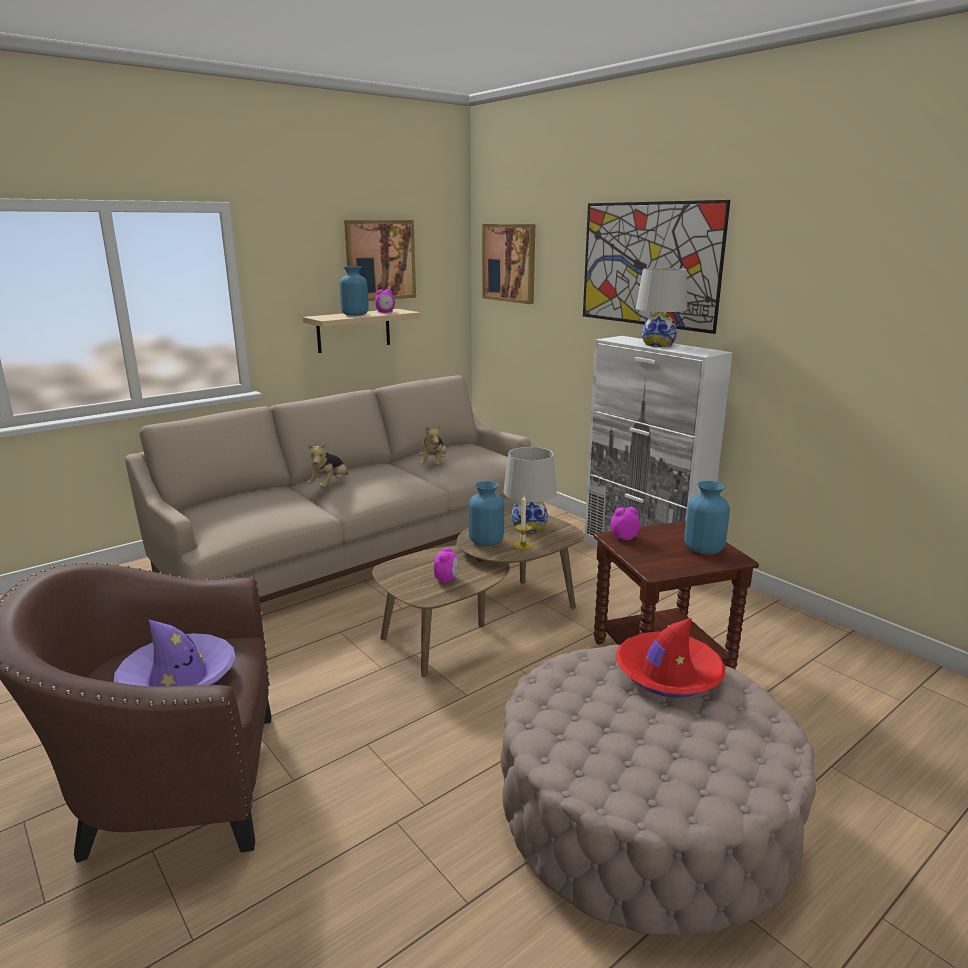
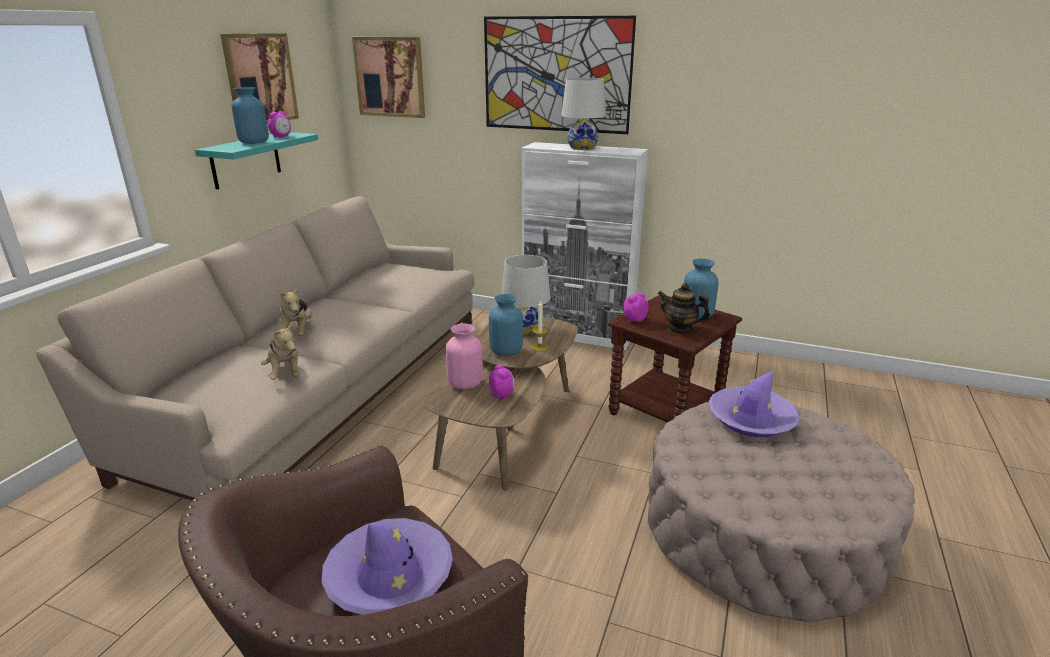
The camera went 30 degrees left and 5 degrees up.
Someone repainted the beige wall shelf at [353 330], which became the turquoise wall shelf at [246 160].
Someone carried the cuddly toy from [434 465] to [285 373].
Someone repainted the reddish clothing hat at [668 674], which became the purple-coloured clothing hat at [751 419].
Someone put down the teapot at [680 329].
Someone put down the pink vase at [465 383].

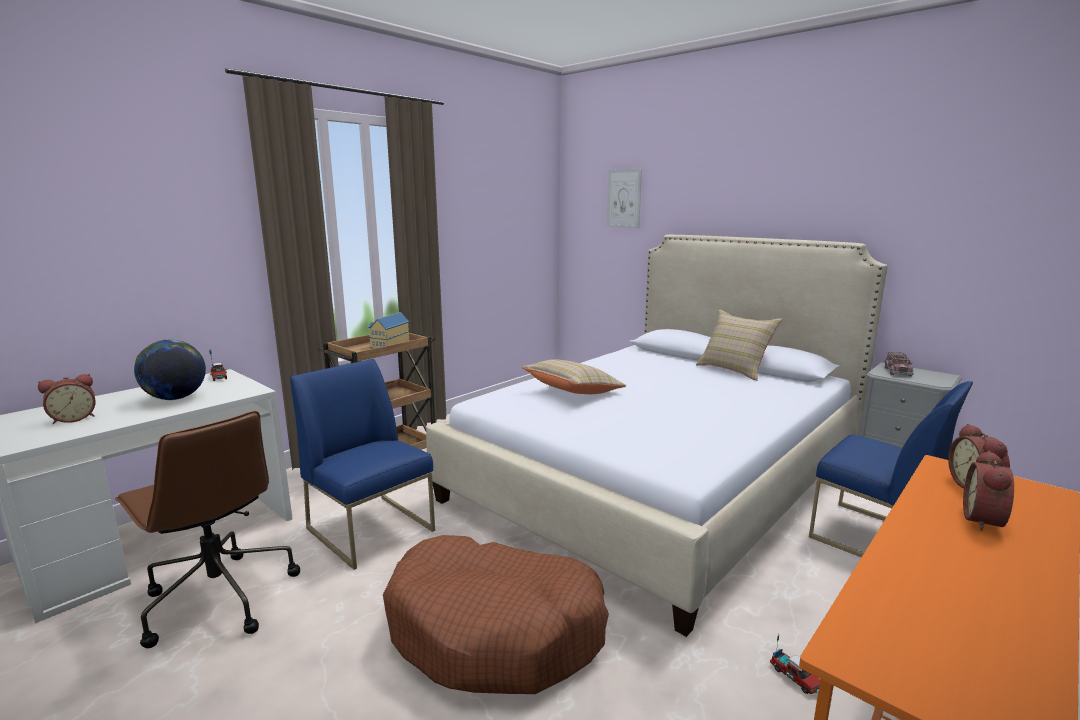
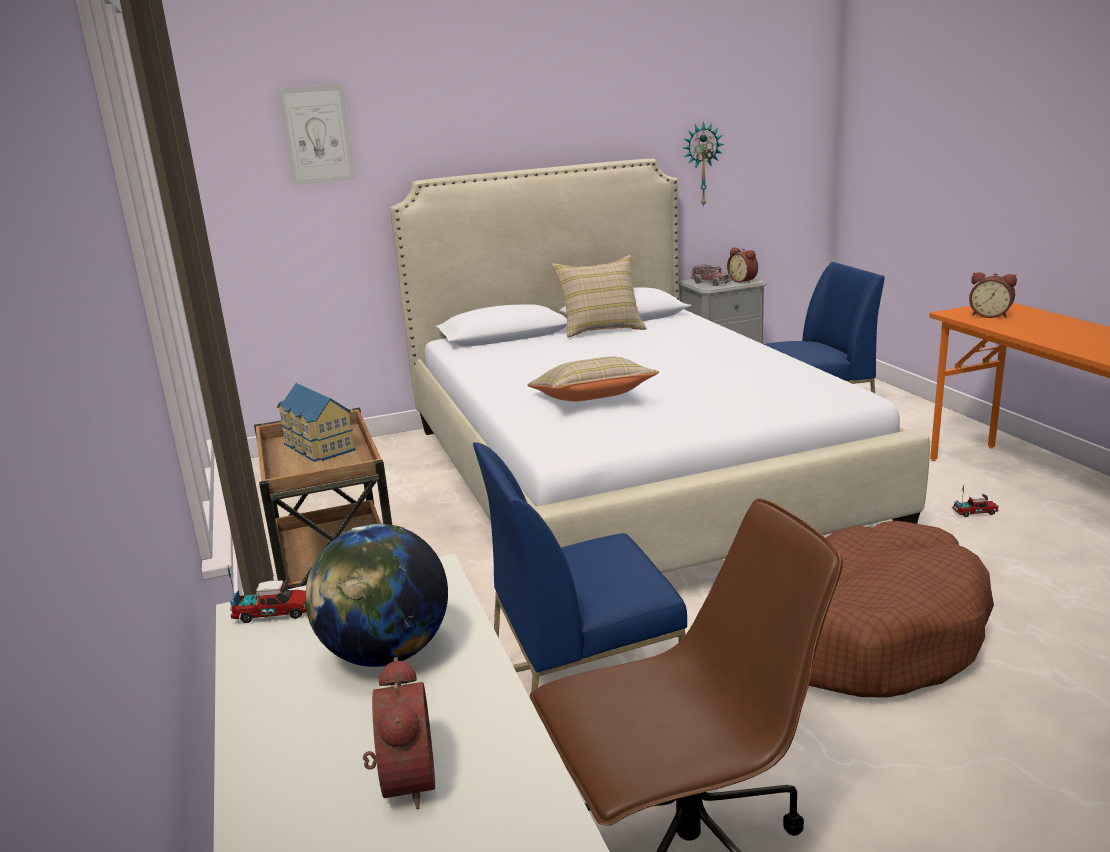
The camera went 60 degrees left and 5 degrees up.
Someone carried the bedside clock from [986 521] to [743 281].
Someone put up the wall clock at [701 164].

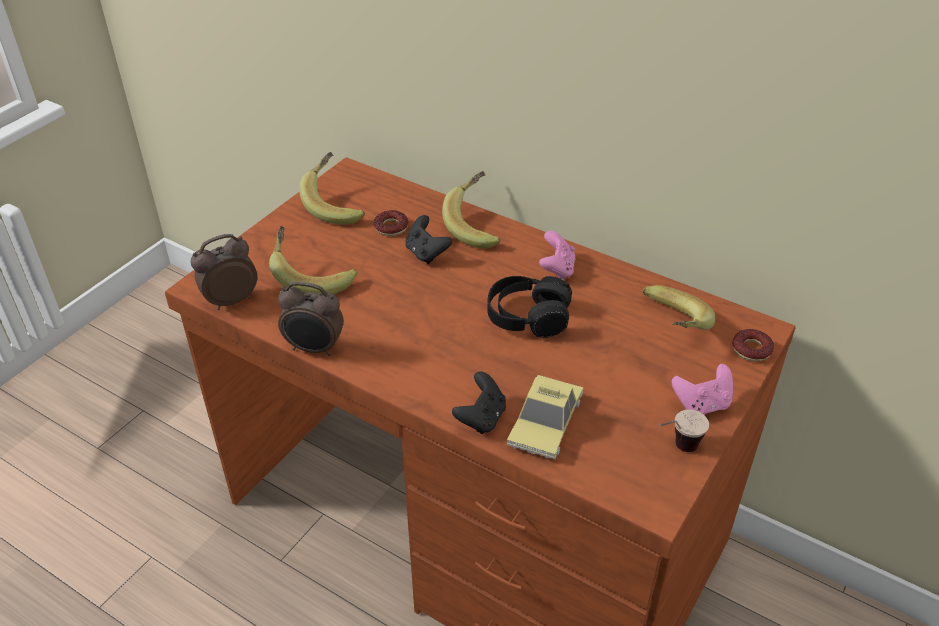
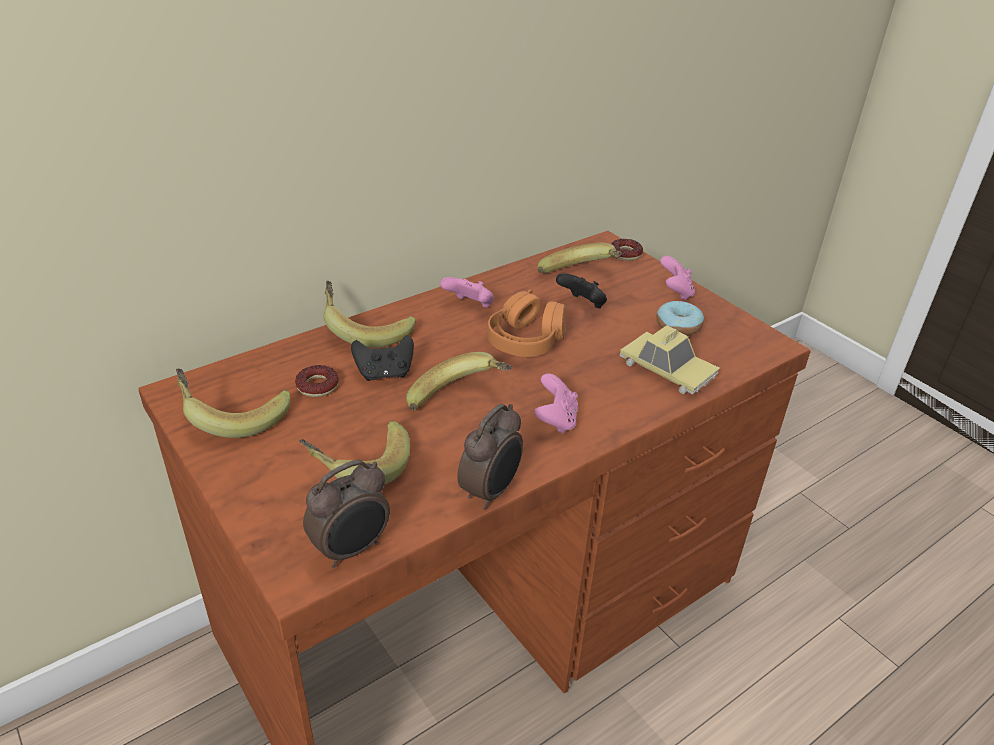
The camera went 70 degrees left and 5 degrees down.
Someone rotated the bedside clock at [230 300] by 120 degrees counterclockwise.
Someone repainted the blackish pair of headphones at [528 317], which became the orange pair of headphones at [526 340].
Someone carried the blackish game controller from [481 418] to [582 305].
Someone took away the cup at [676 449].
Someone put down the ring doughnut at [678 326].
Someone put down the banana at [460 401].
Someone put down the pink game controller at [556 420].

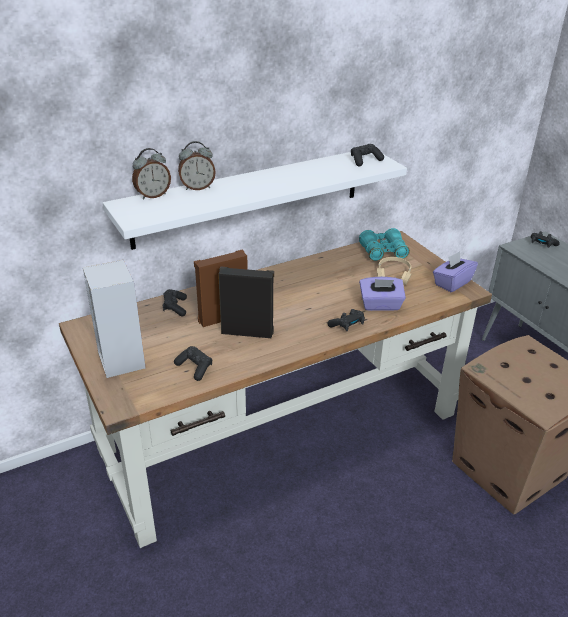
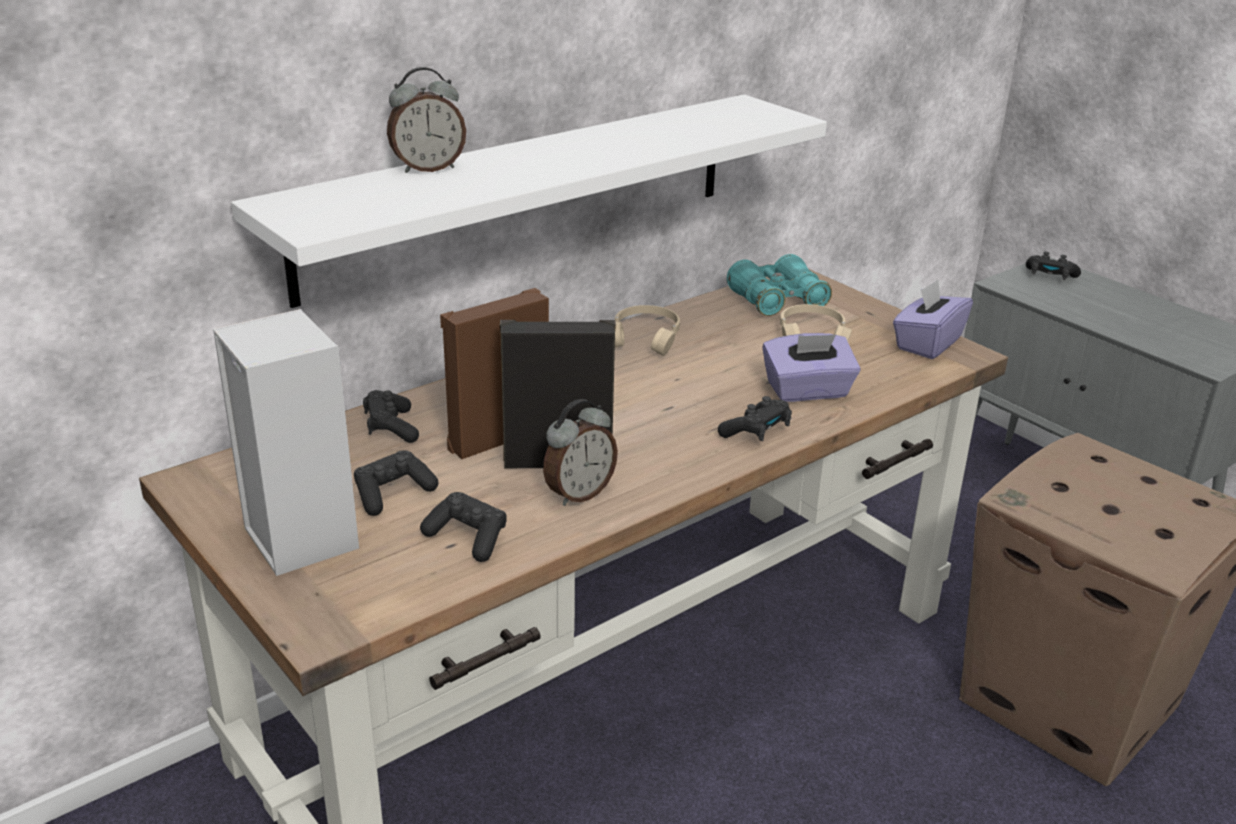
The camera went 10 degrees left and 5 degrees down.
Someone carried the blackish game controller from [365 161] to [392 494].
Someone carried the bedside clock from [153 195] to [578 493].
Someone put down the beige pair of headphones at [645 338].

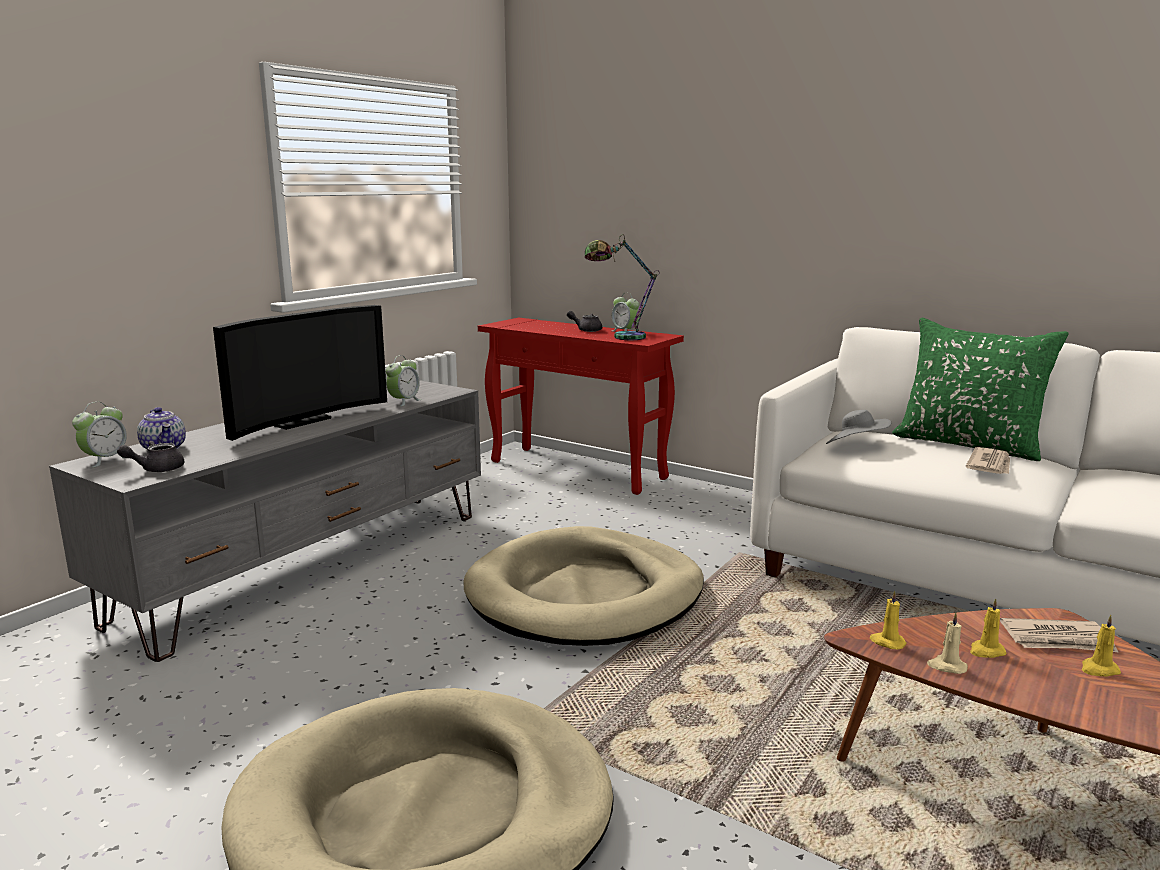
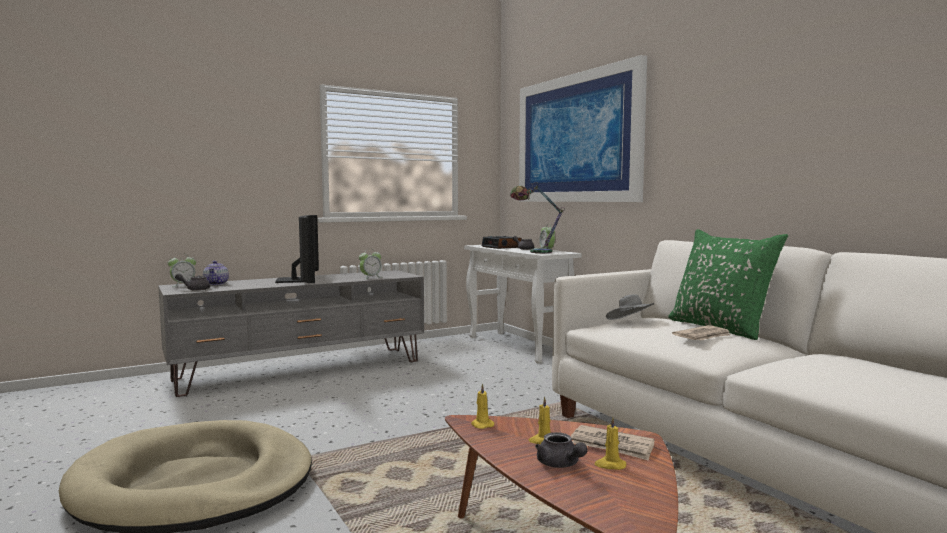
The camera went 25 degrees right and 10 degrees down.
Someone rotated the TV set at [298 421] by 75 degrees counterclockwise.
Someone repainted the reddish console table at [579 470], which became the white-coloured console table at [518 347].
Someone took away the beige dog bed at [585 595].
Someone took away the beige candle at [946 666].
Someone put up the wall picture at [577 139].
Someone put down the bedside clock at [502 247].
Someone put down the greyish teapot at [560 465].

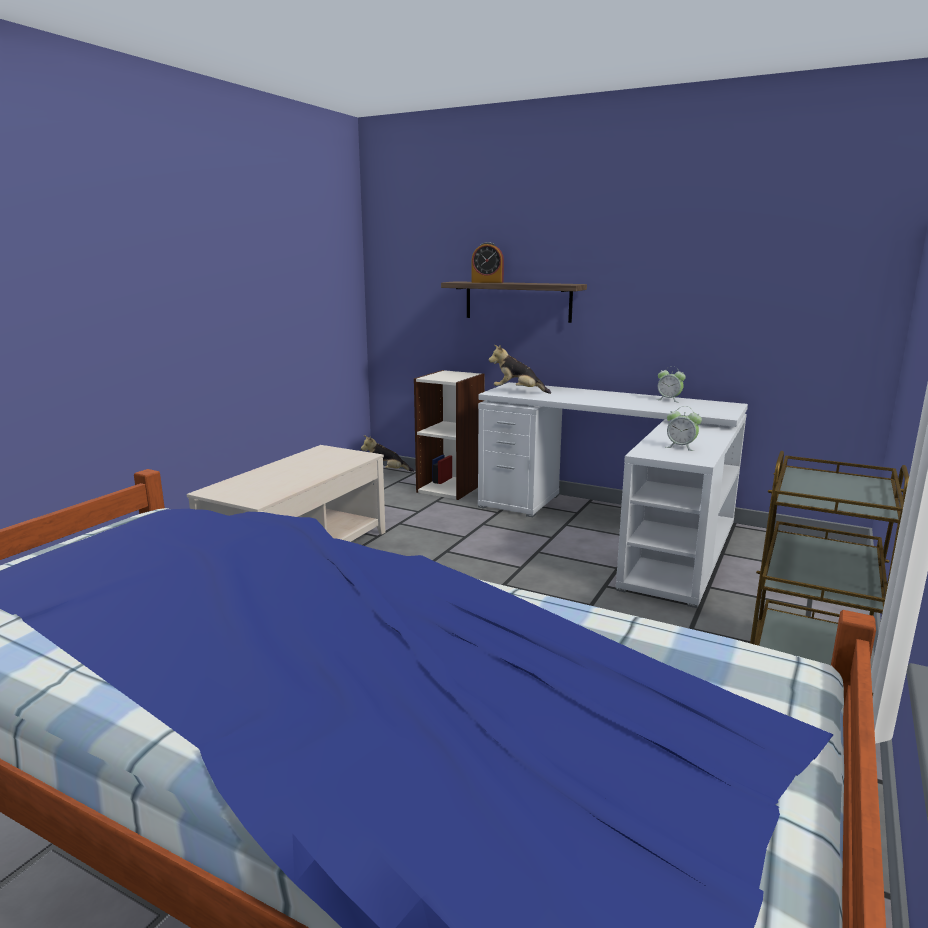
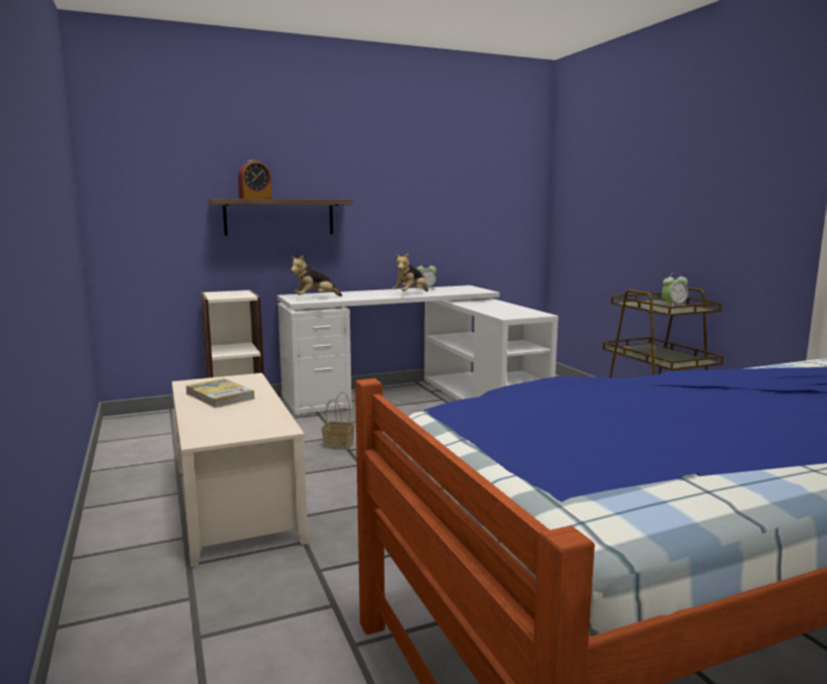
The camera went 50 degrees left and 5 degrees down.
Someone carried the bedside clock from [681 447] to [673 306].
Someone carried the cuddly toy from [386 472] to [411 294].
Someone put down the volume at [219 396].
Someone put down the basket at [339 445].

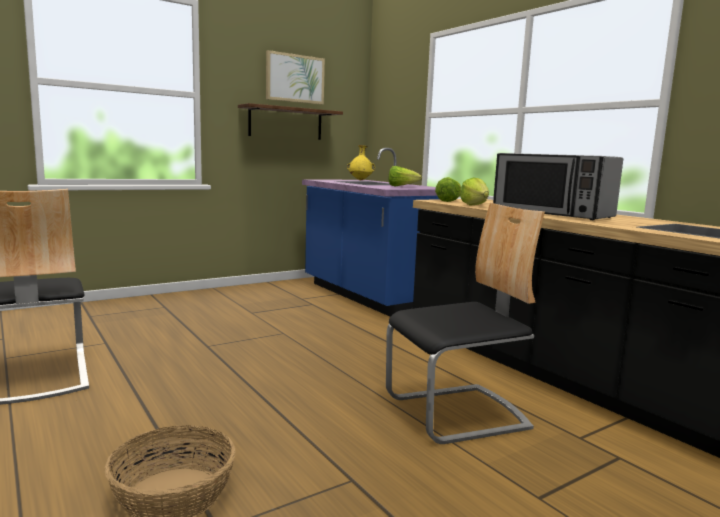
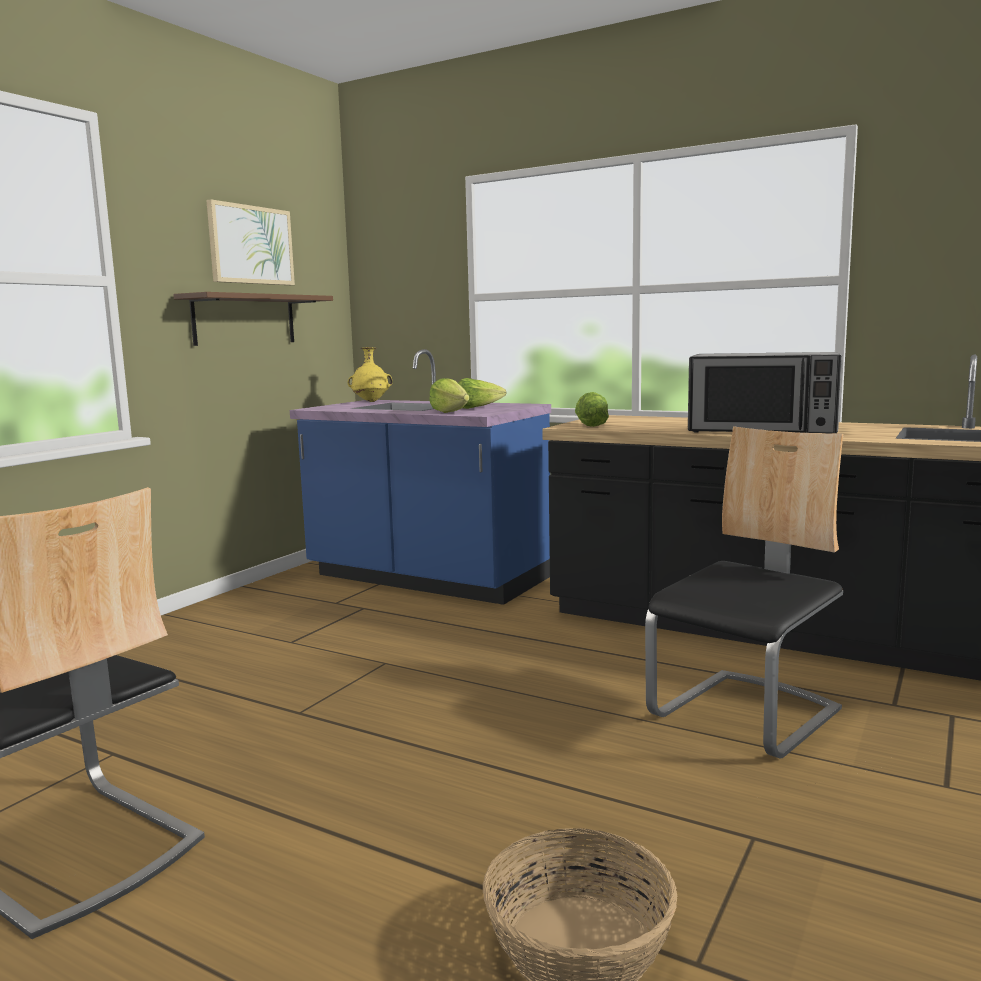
The camera went 25 degrees left and 0 degrees up.
Someone carried the lettuce from [474 205] to [449 412].

